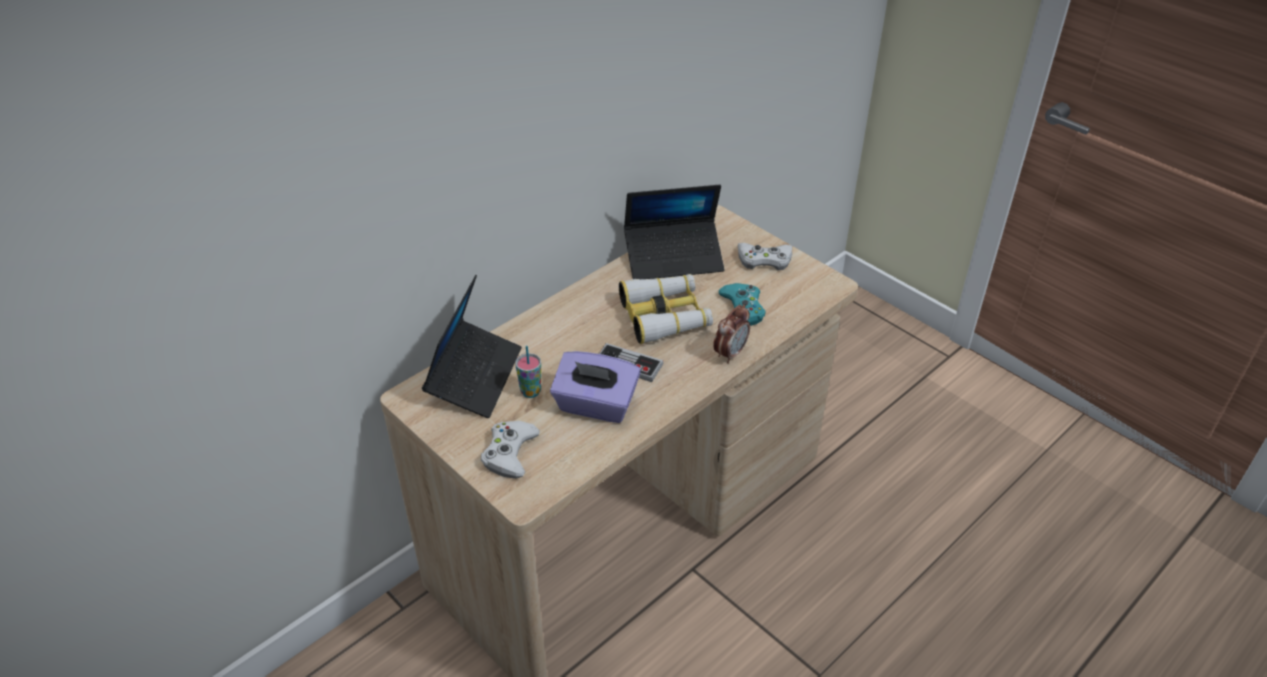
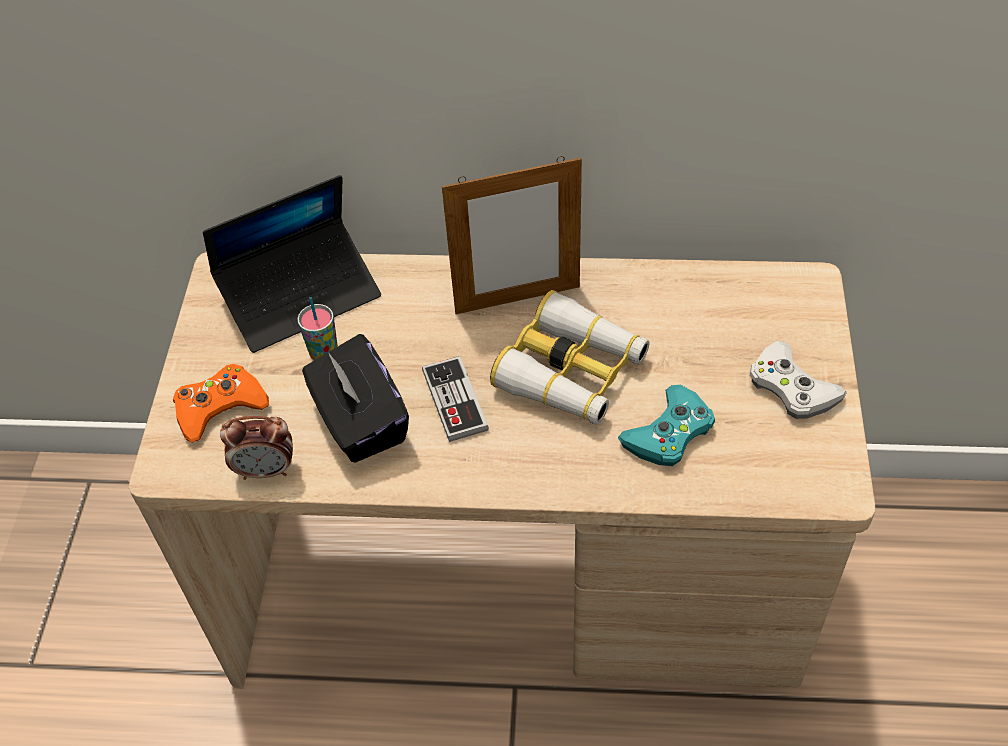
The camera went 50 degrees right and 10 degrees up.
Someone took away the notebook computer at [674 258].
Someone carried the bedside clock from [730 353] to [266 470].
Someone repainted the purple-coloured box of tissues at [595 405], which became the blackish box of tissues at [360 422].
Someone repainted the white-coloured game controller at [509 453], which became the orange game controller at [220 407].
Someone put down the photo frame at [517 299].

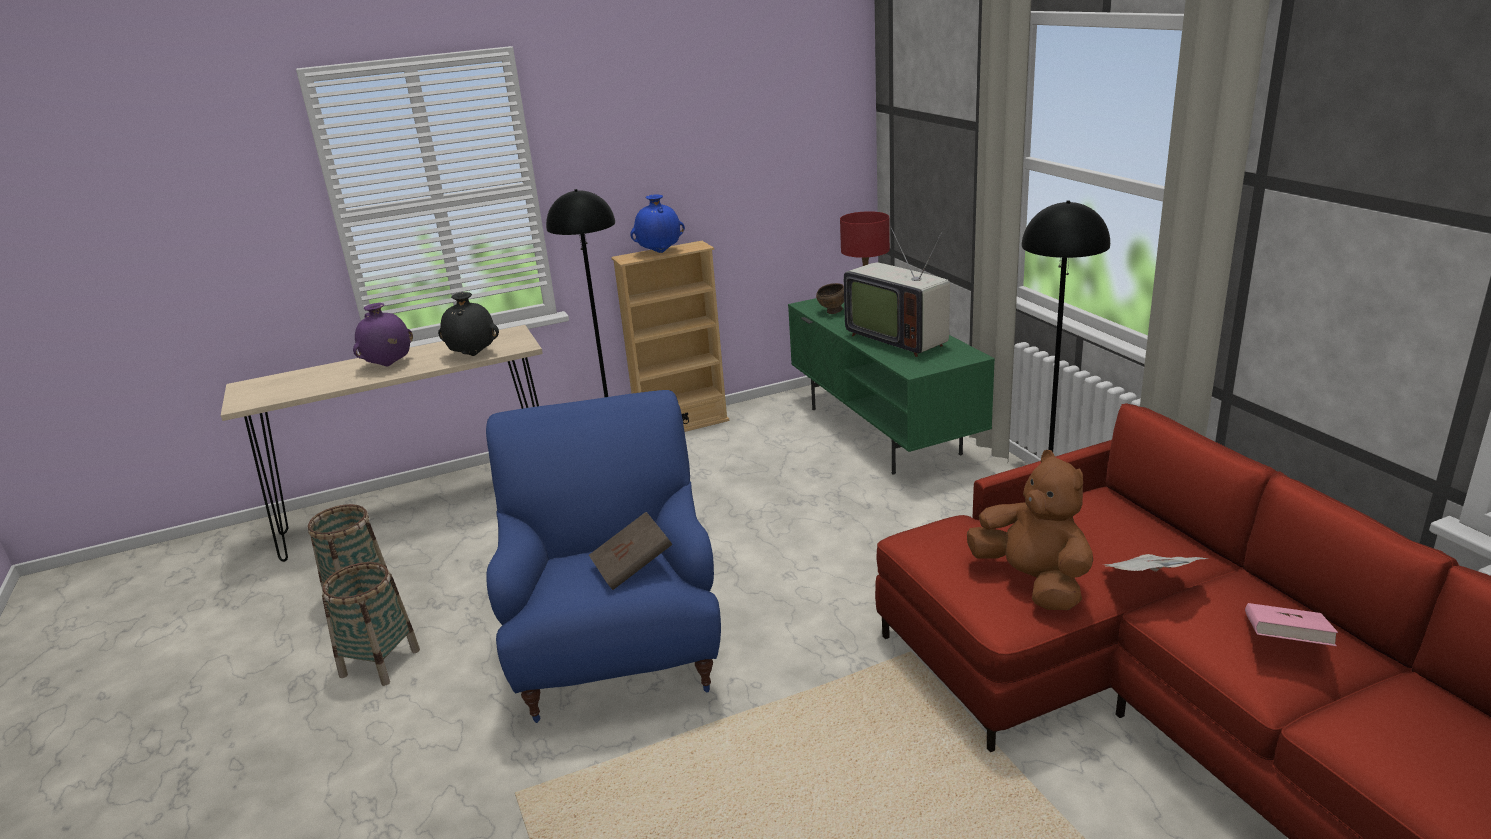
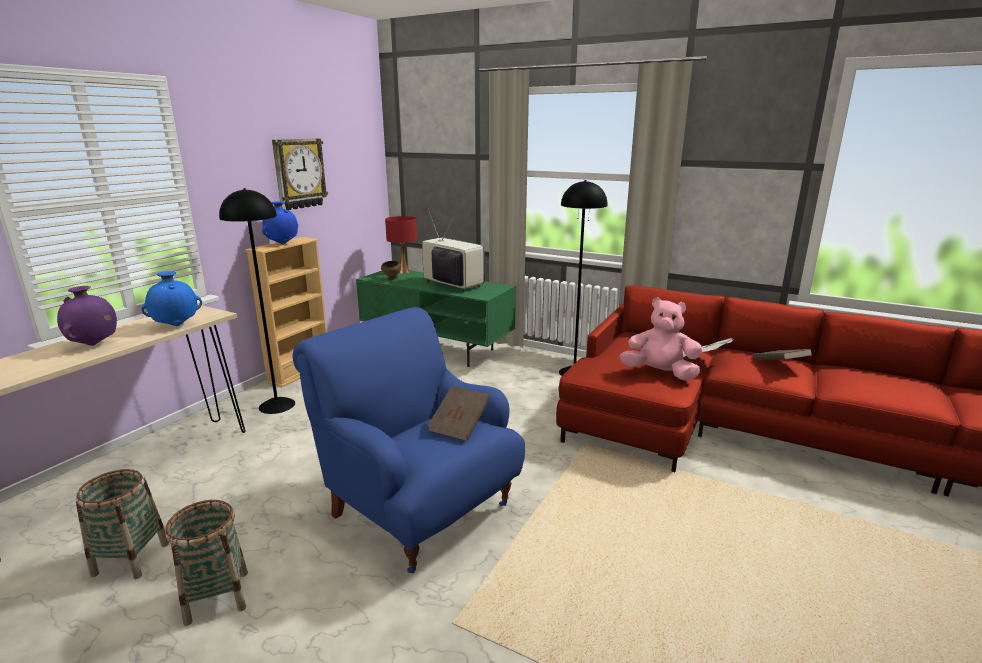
The camera went 40 degrees left and 5 degrees down.
Someone rotated the TV set at [898 339] by 150 degrees counterclockwise.
Someone repainted the blackish vase at [473 355], which became the blue-coloured vase at [177 325].
Someone repainted the brown-coloured cuddly toy at [1033 582], which became the pink cuddly toy at [660 373].
Someone repainted the pink volume at [1284 642], which became the brown-coloured volume at [779 365].
Someone put up the wall clock at [299 173].

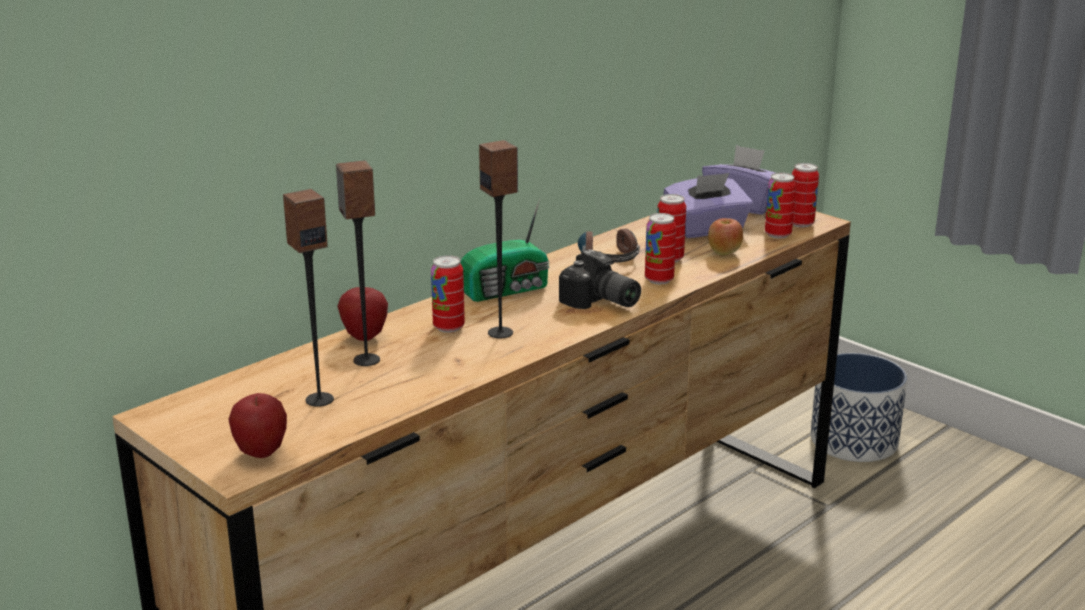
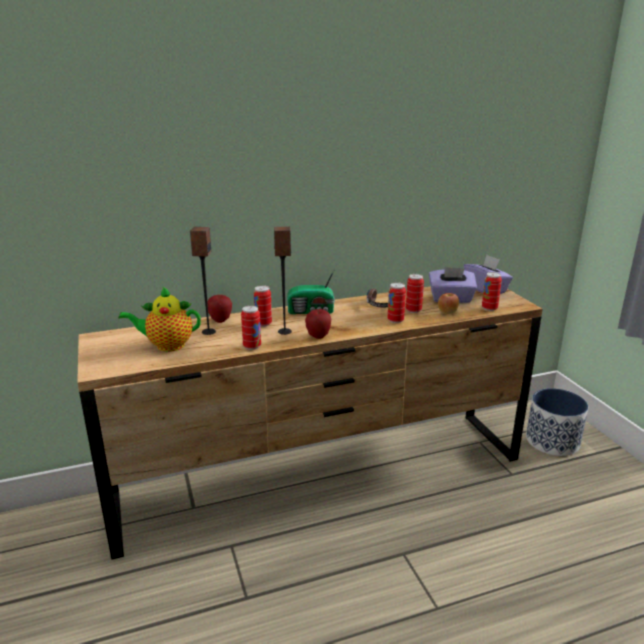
The camera went 25 degrees right and 0 degrees up.
Someone carried the can from [801 224] to [252 346].
Someone swapped the audio speaker at [319 399] for the teapot at [167 346].
Someone took away the still camera at [600 302].
Someone carried the apple from [261 452] to [318 336].

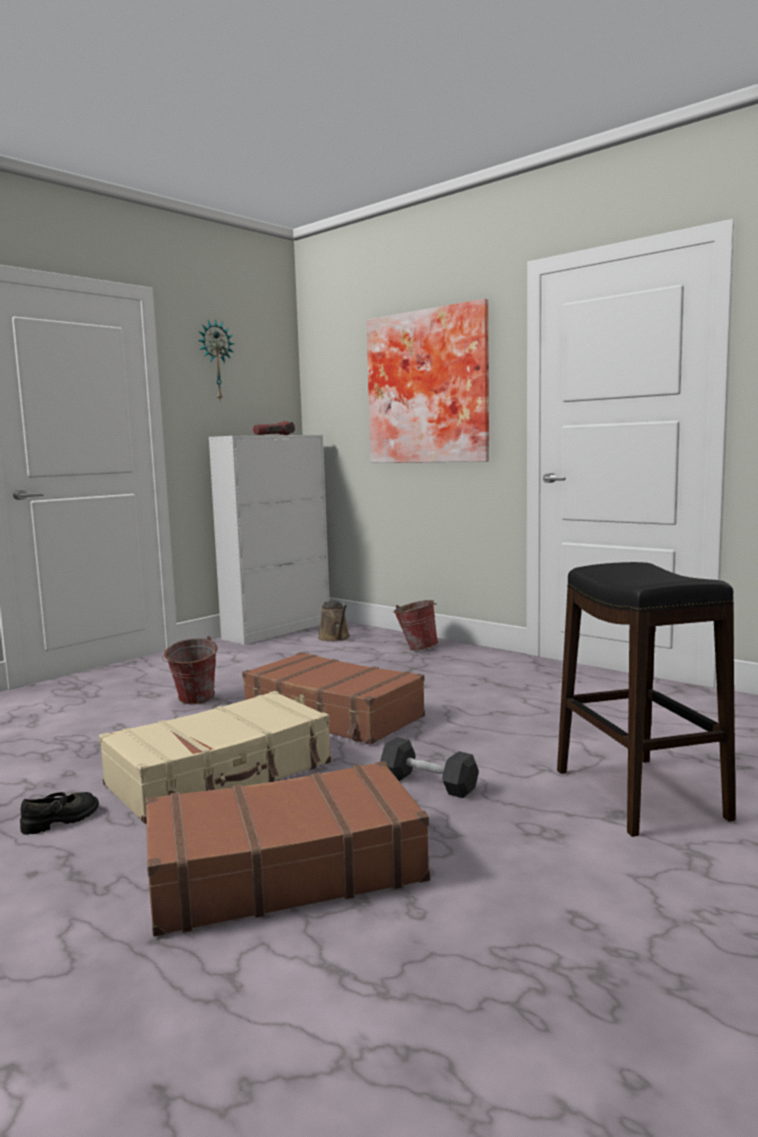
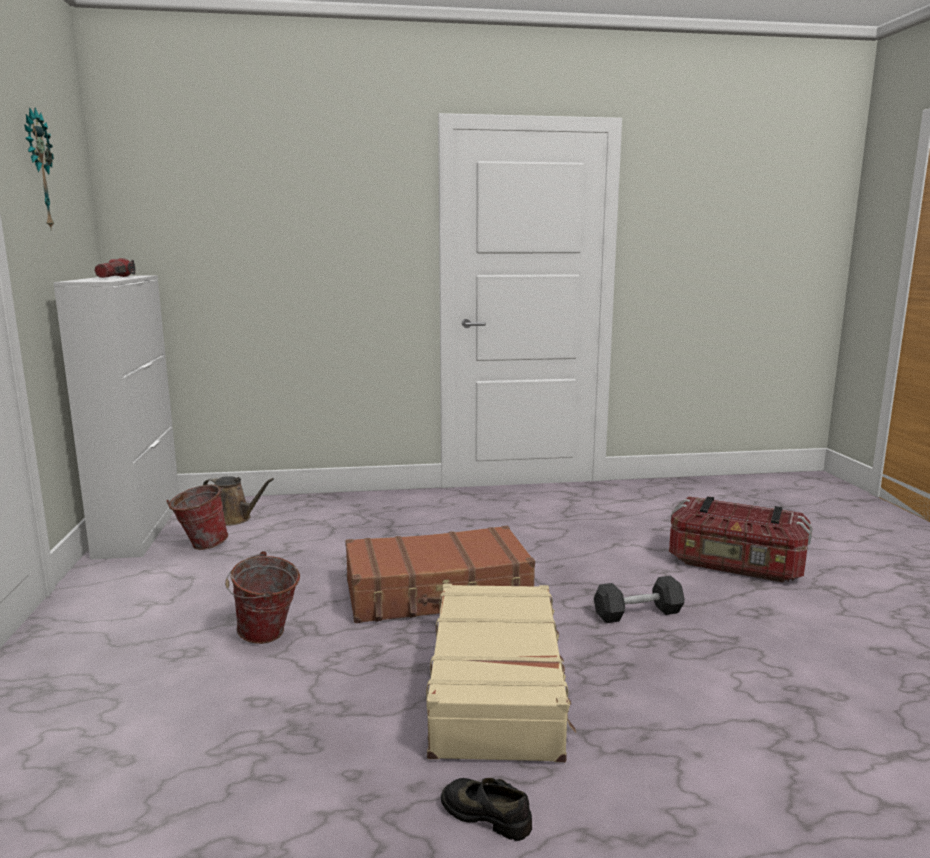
The camera went 50 degrees left and 5 degrees up.
Someone took away the wall picture at [429 387].
Someone swapped the blackish stool at [640 794] for the storage box at [735 565].
Someone carried the bucket from [416 648] to [200 545].
Someone took away the brown-coloured piece of luggage at [284 869].
Someone rotated the blackish item of footwear at [61 820] by 60 degrees counterclockwise.

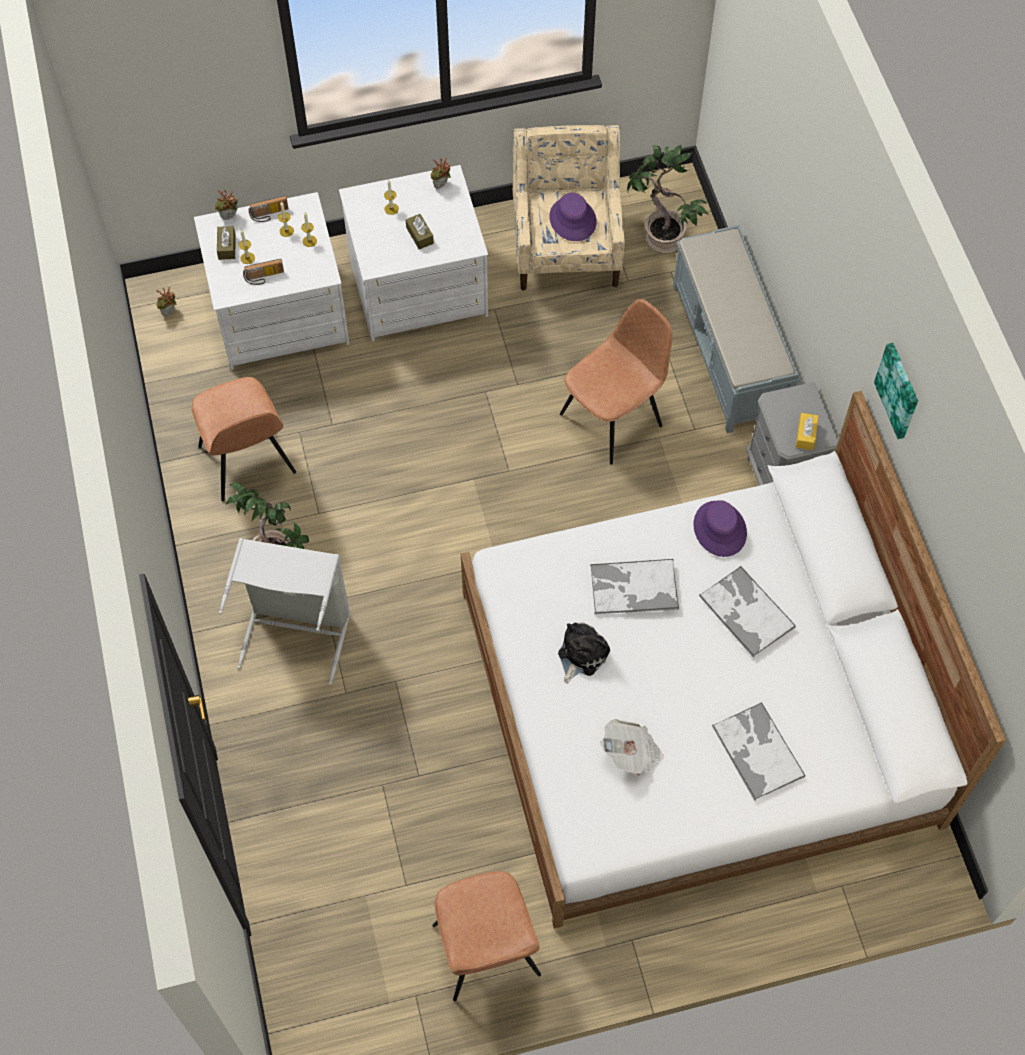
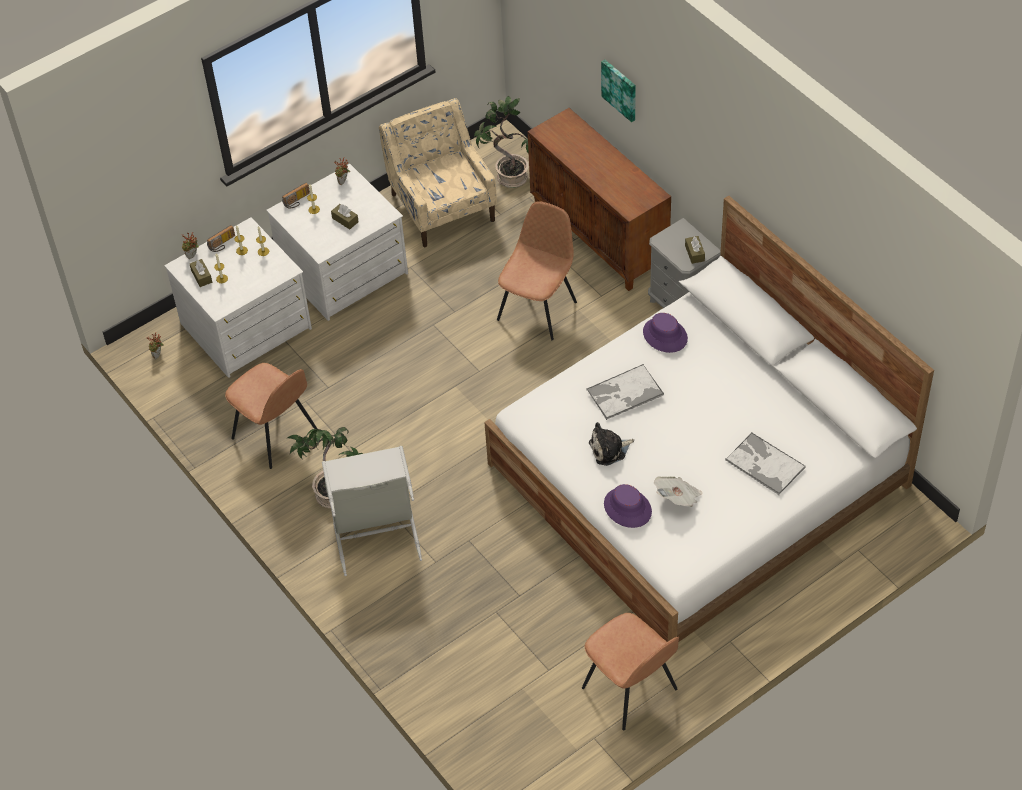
The camera went 20 degrees left and 10 degrees down.
Someone carried the purple-coloured clothing hat from [572 220] to [627 508].
Someone swapped the greyish long seat at [729 352] for the brown-coloured cupboard at [600 236].
Someone carried the radio from [264 277] to [297 201].
Someone carried the wall picture from [899 390] to [620 89].
Someone repainted the yellow box of tissues at [806 435], which became the brown-coloured box of tissues at [694 253].
Someone took away the carrying tray at [746 611].
Someone rotated the cuddly toy at [581 654] by 120 degrees counterclockwise.

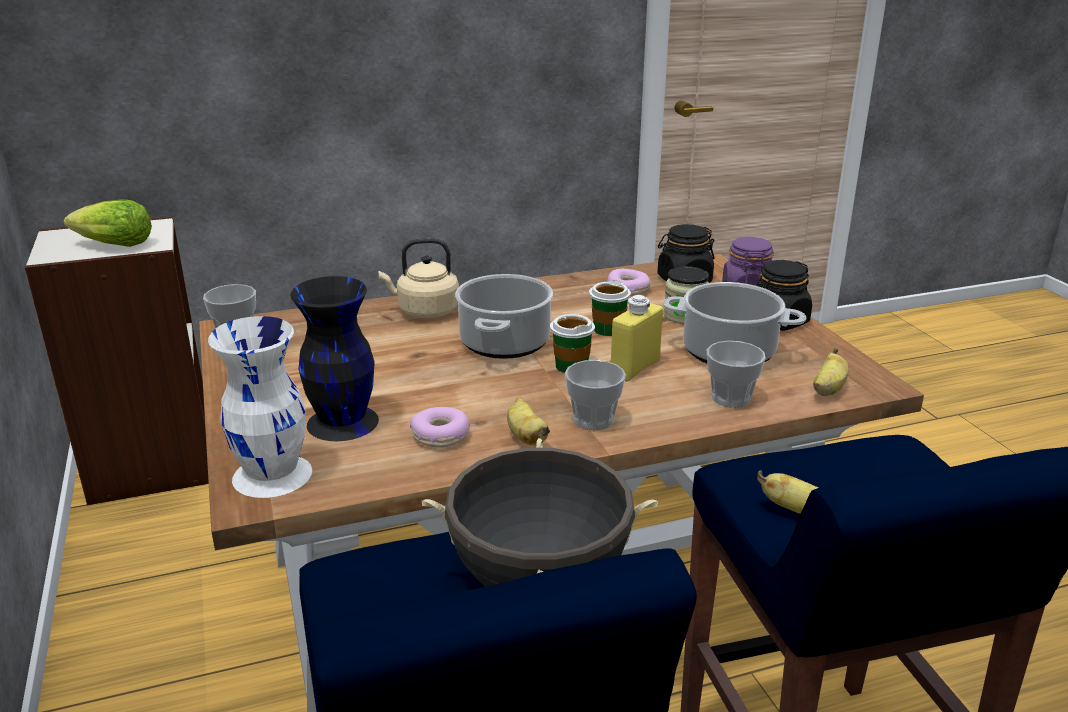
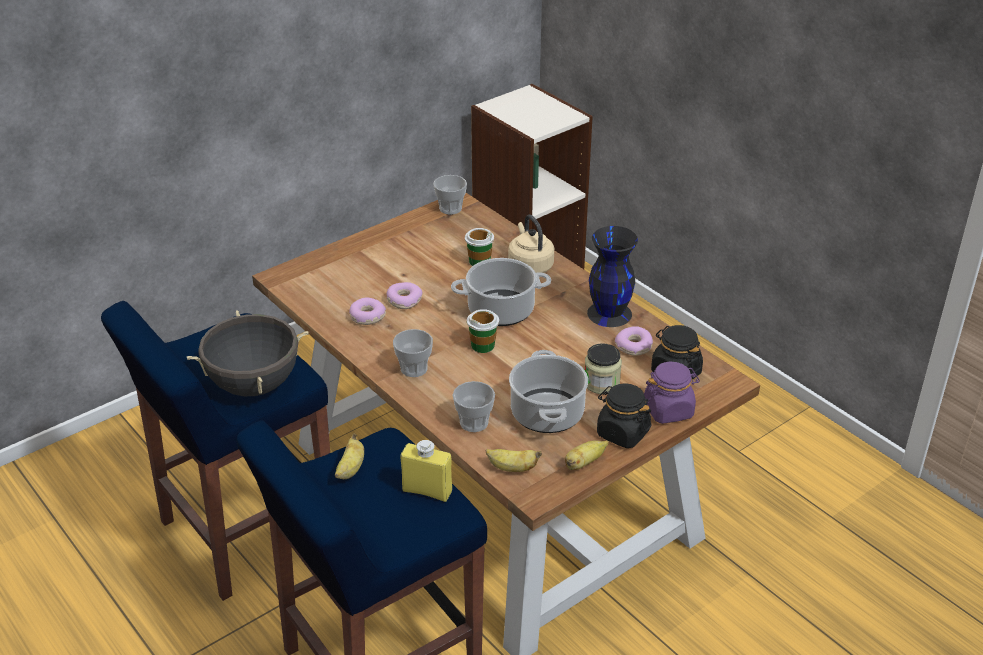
The camera went 70 degrees right and 10 degrees up.
Someone took away the lettuce at [114 245].
Someone carried the blackish vase from [341 423] to [608 313].
Someone carried the cup from [608 330] to [479 261].
Someone carried the yellow beverage bottle from [635 368] to [427 491].
Someone took away the white-coloured vase at [273 475].
Someone carried the banana from [526 437] to [584 463].
Someone put down the ring doughnut at [404 300].

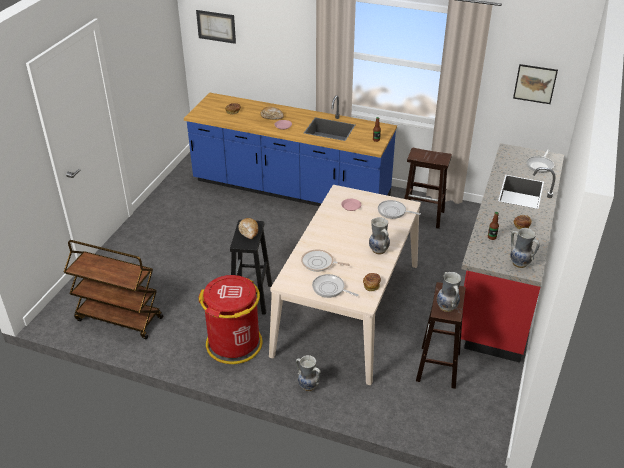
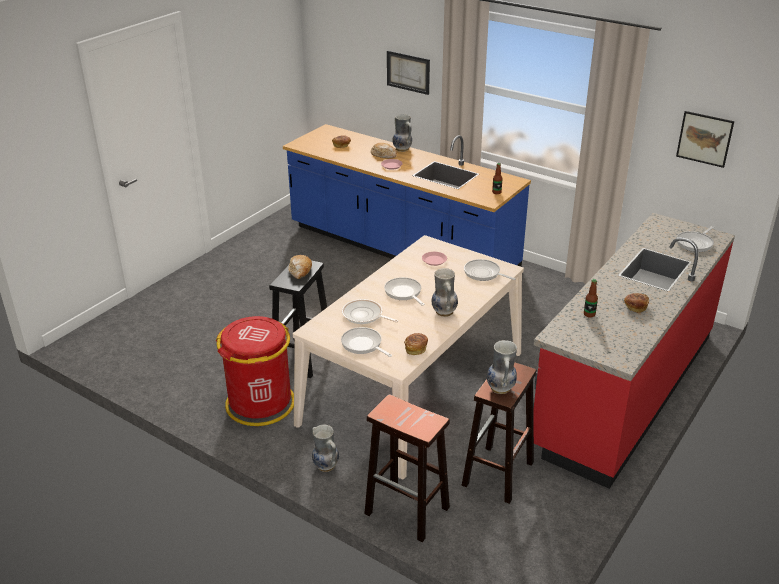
The camera went 15 degrees right and 5 degrees down.
Someone carried the wall picture from [216 26] to [408 72].
Someone carried the brown-coloured stool from [423 216] to [408 511].
Someone carried the vase from [519 263] to [402 149].
Someone took away the brown-coloured cart at [118 319].
Someone put down the frying pan at [404 293].

